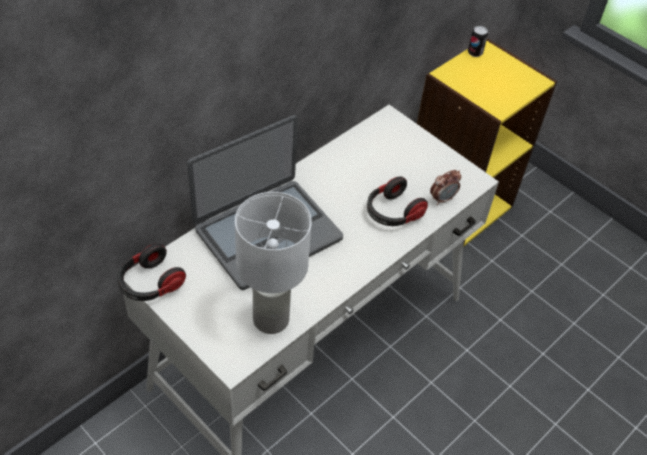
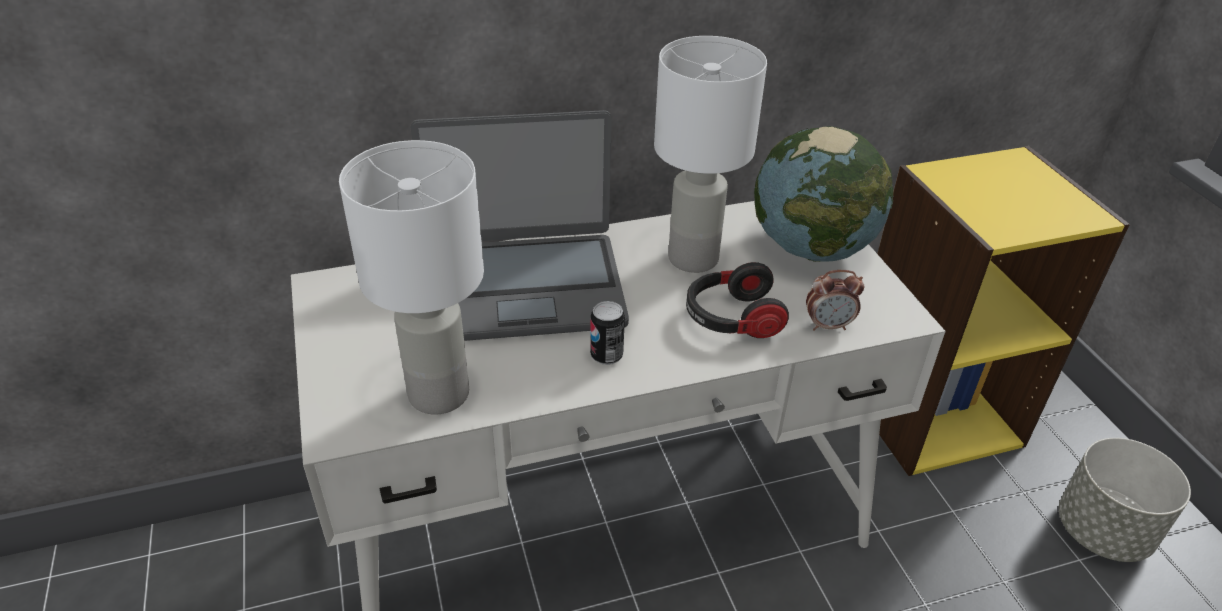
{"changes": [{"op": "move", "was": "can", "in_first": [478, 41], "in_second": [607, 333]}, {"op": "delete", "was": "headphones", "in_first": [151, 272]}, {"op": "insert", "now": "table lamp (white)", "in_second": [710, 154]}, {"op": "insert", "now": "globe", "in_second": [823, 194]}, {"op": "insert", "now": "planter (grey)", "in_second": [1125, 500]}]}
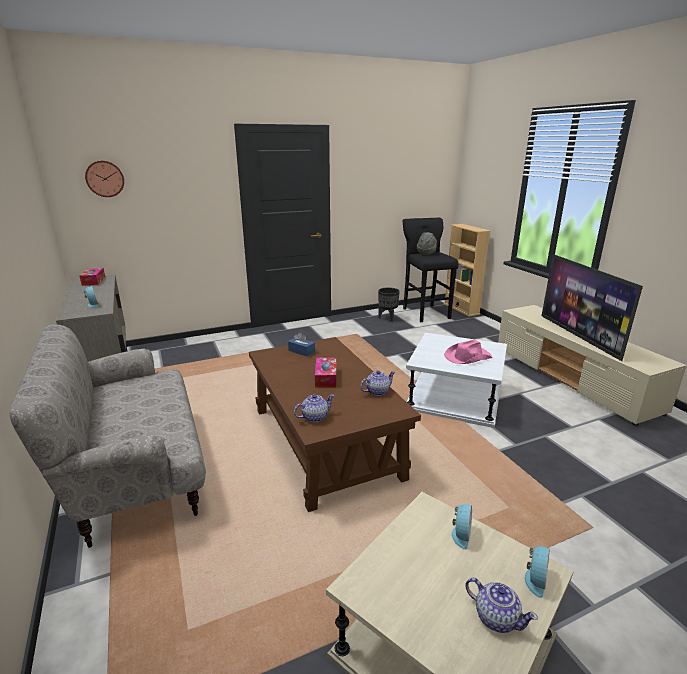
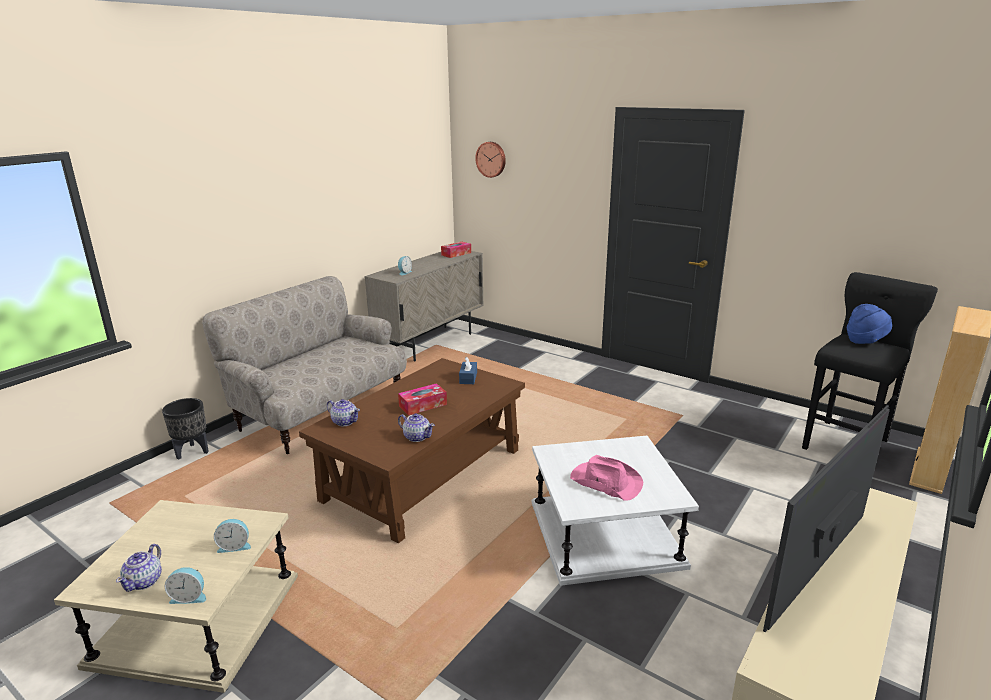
{"changes": [{"op": "recolor", "was": "hat (grey)", "now": "hat (blue)", "in_first": [427, 243], "in_second": [869, 324]}, {"op": "move", "was": "planter (black)", "in_first": [389, 305], "in_second": [185, 429]}]}
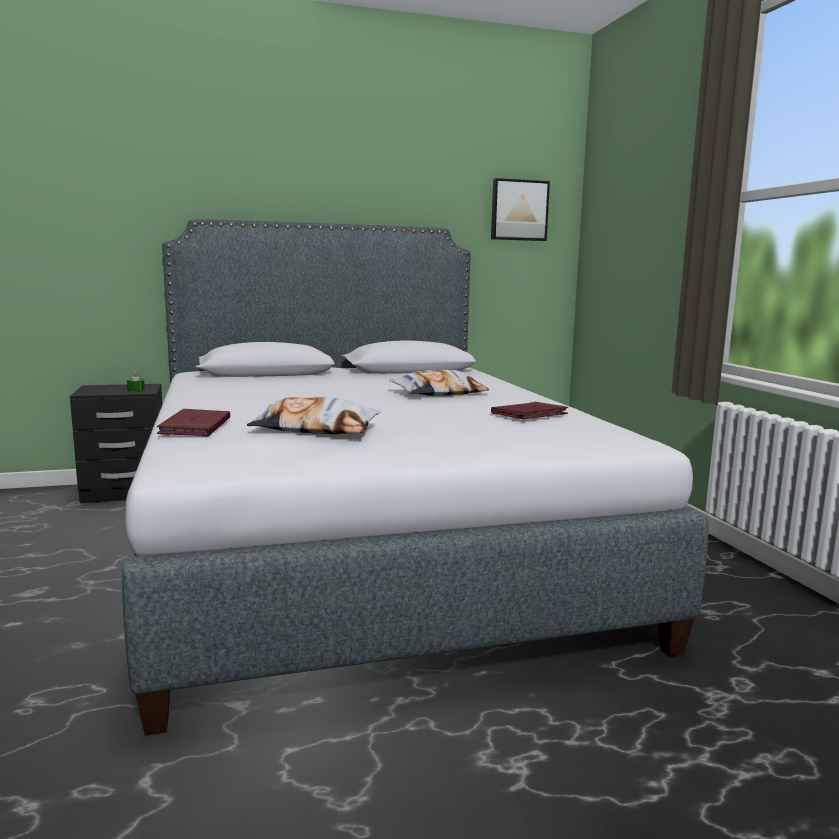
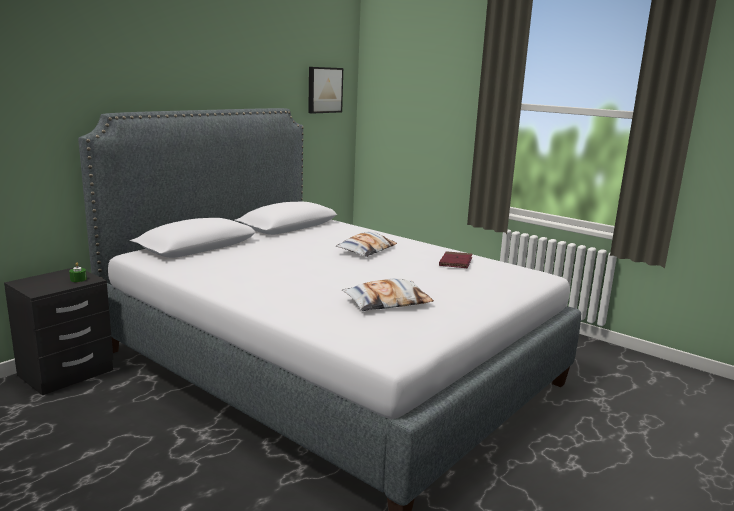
{"changes": [{"op": "delete", "was": "book (red)", "in_first": [193, 422]}]}
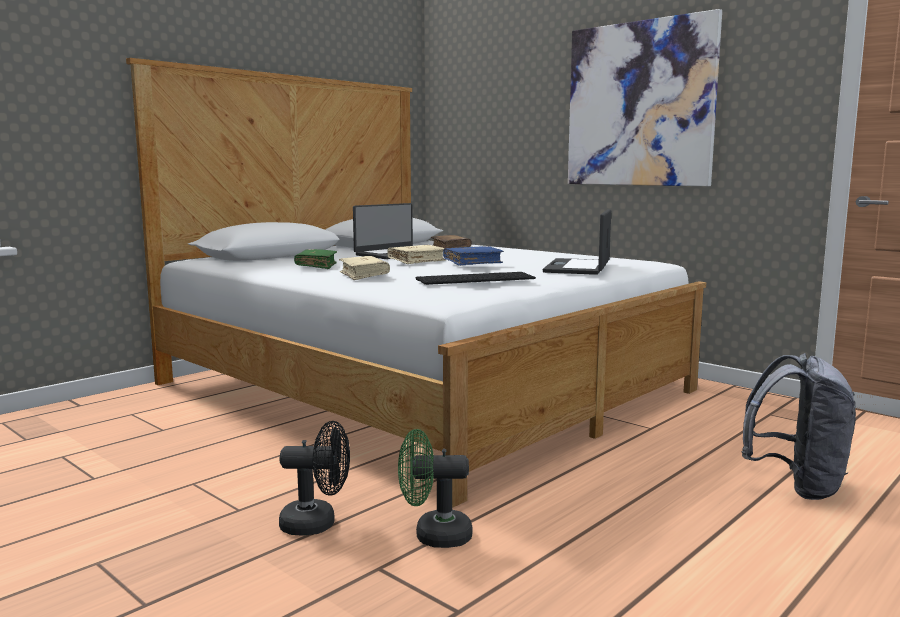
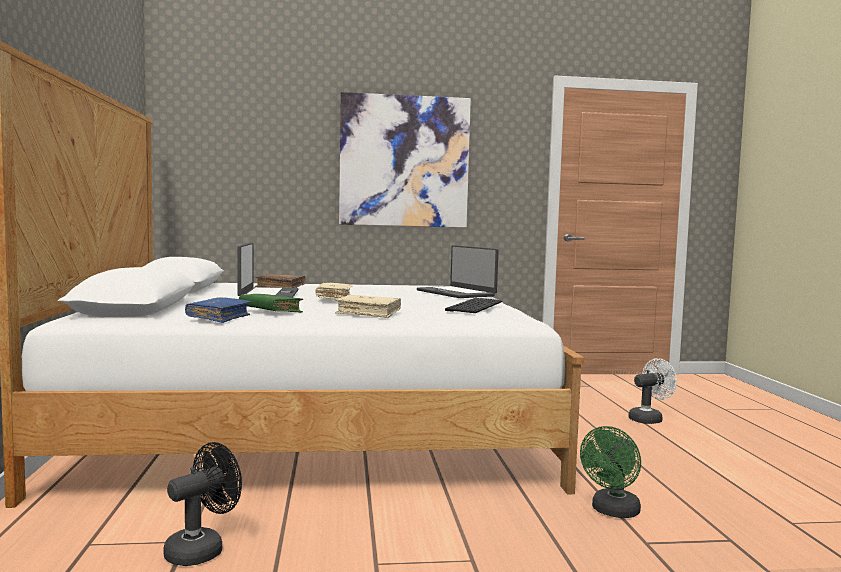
{"changes": [{"op": "move", "was": "book (blue)", "in_first": [473, 256], "in_second": [218, 310]}, {"op": "replace", "was": "backpack (grey)", "now": "fan (white)", "in_first": [799, 426], "in_second": [652, 391]}, {"op": "move", "was": "fan (black)", "in_first": [314, 478], "in_second": [203, 504]}]}
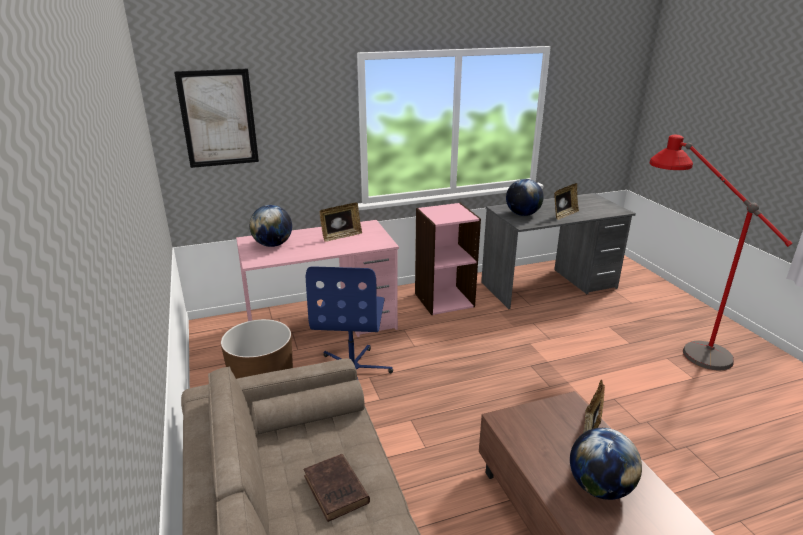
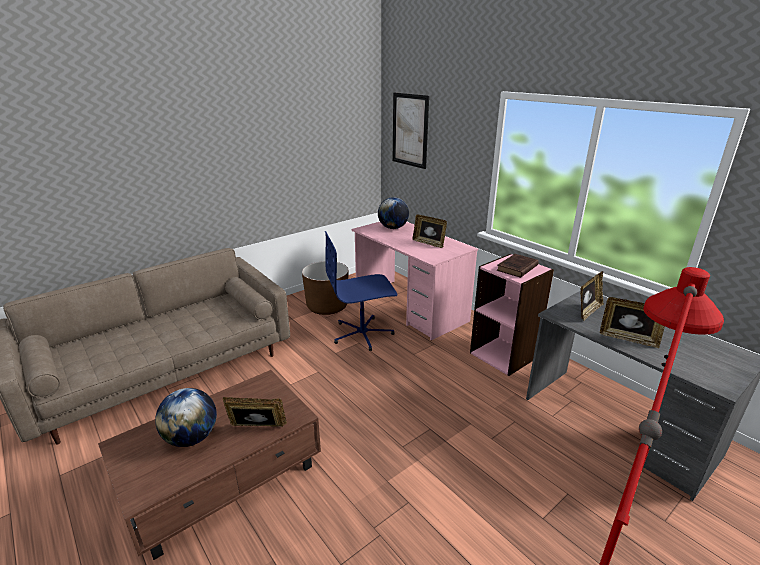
{"changes": [{"op": "replace", "was": "globe", "now": "picture frame", "in_first": [525, 197], "in_second": [592, 296]}, {"op": "move", "was": "book (brown)", "in_first": [336, 488], "in_second": [518, 266]}]}
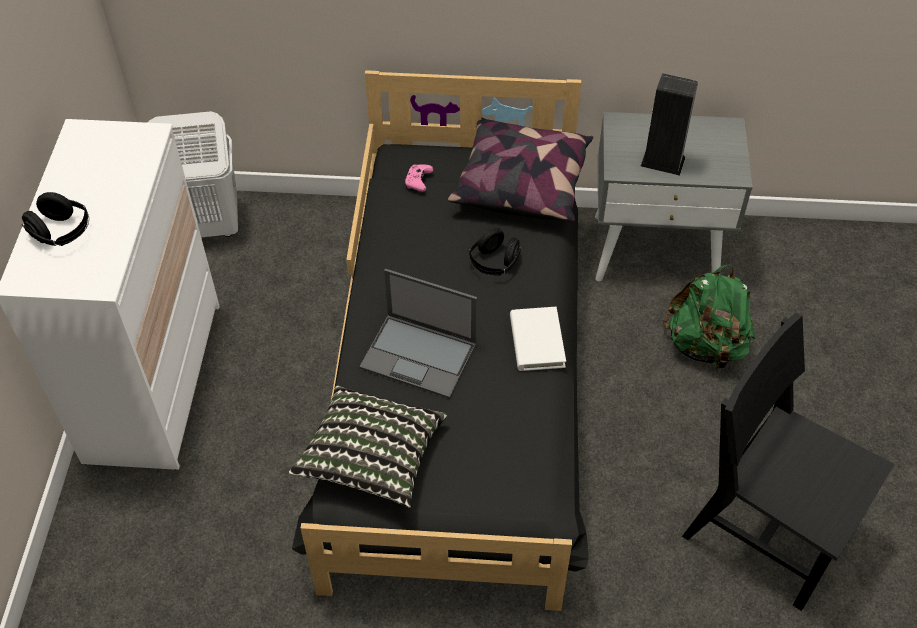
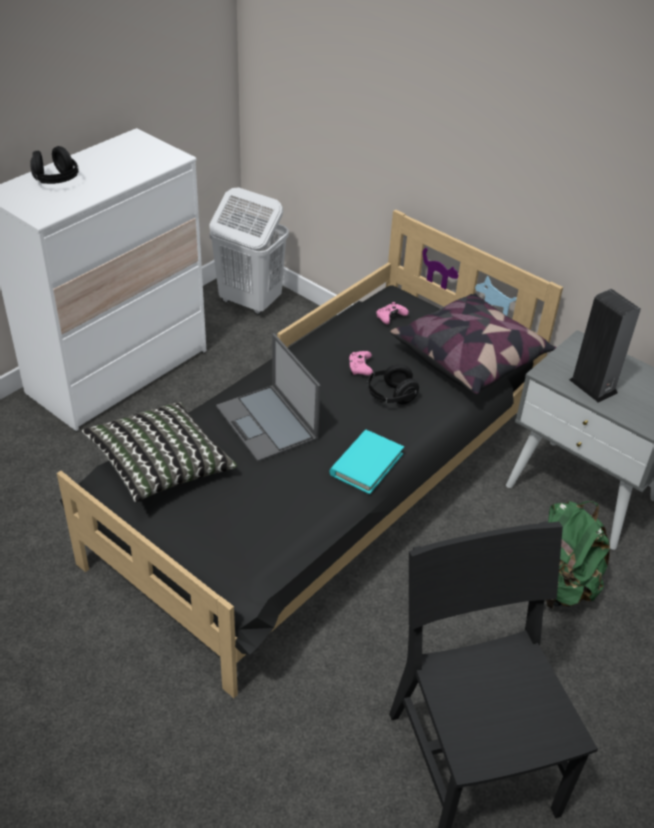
{"changes": [{"op": "recolor", "was": "book (white)", "now": "book (turquoise)", "in_first": [538, 339], "in_second": [367, 462]}, {"op": "insert", "now": "game controller (pink)", "in_second": [360, 363]}]}
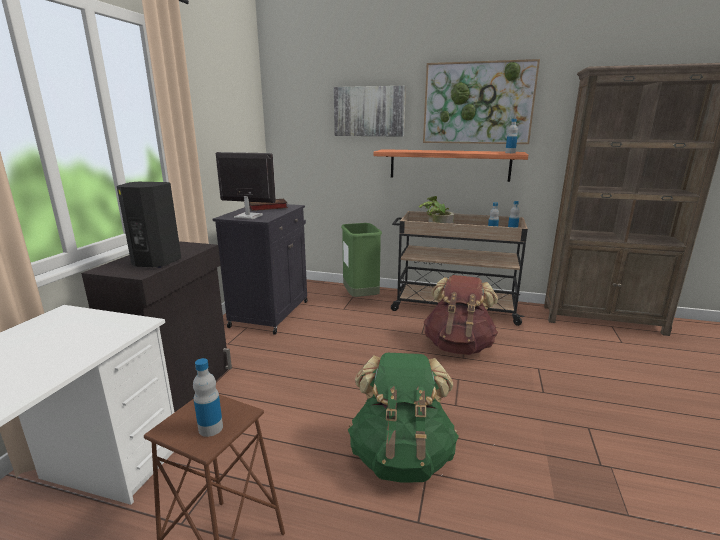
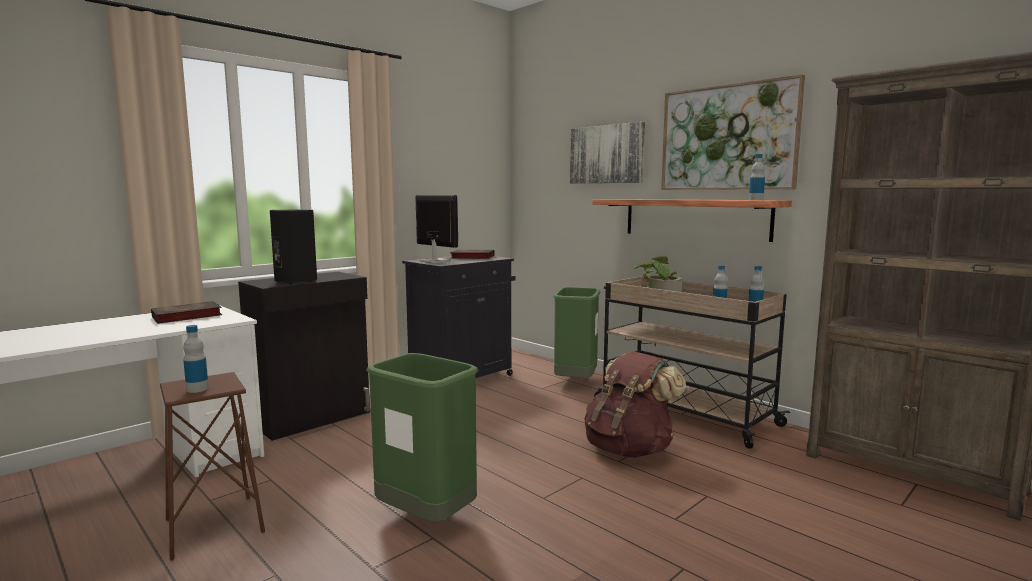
{"changes": [{"op": "replace", "was": "backpack (green)", "now": "trash can (green)", "in_first": [403, 418], "in_second": [422, 437]}, {"op": "insert", "now": "book", "in_second": [186, 312]}]}
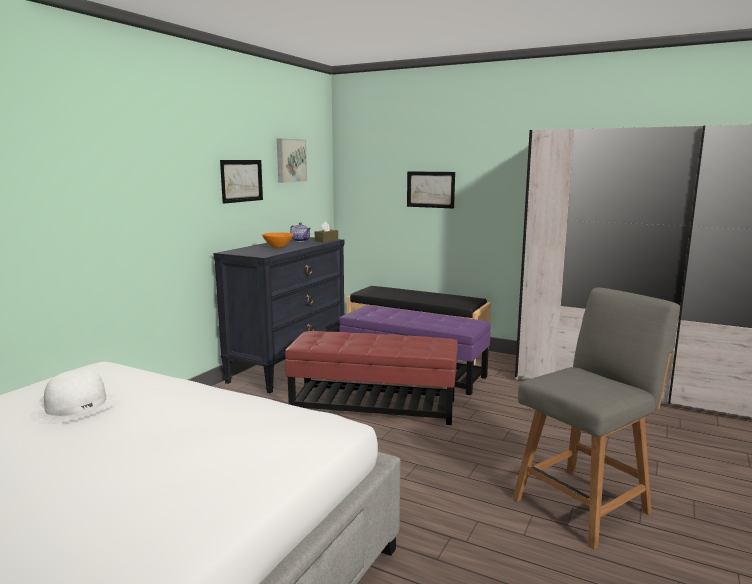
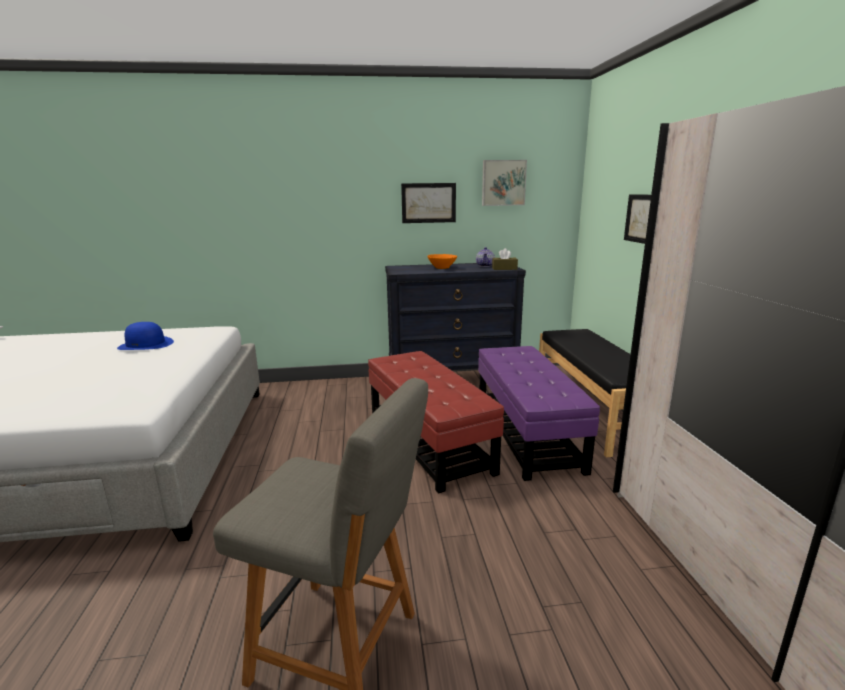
{"changes": [{"op": "recolor", "was": "hat (white)", "now": "hat (blue)", "in_first": [75, 396], "in_second": [145, 336]}]}
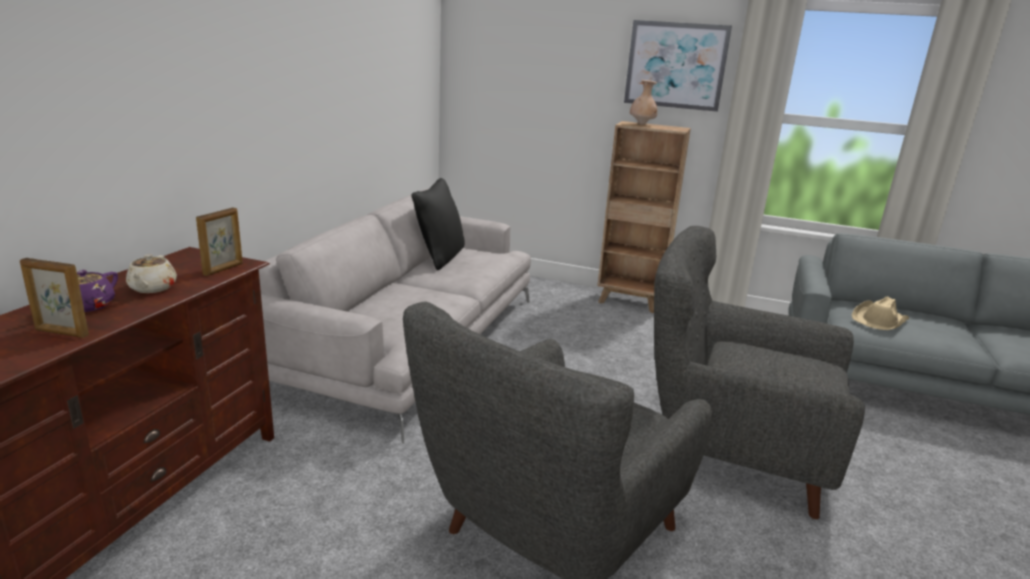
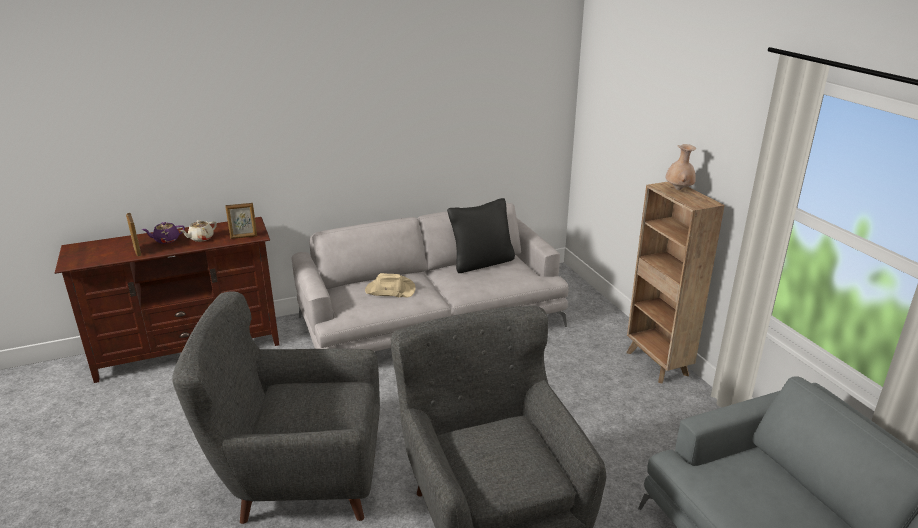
{"changes": [{"op": "delete", "was": "picture", "in_first": [678, 66]}, {"op": "move", "was": "hat (beige)", "in_first": [880, 313], "in_second": [390, 285]}]}
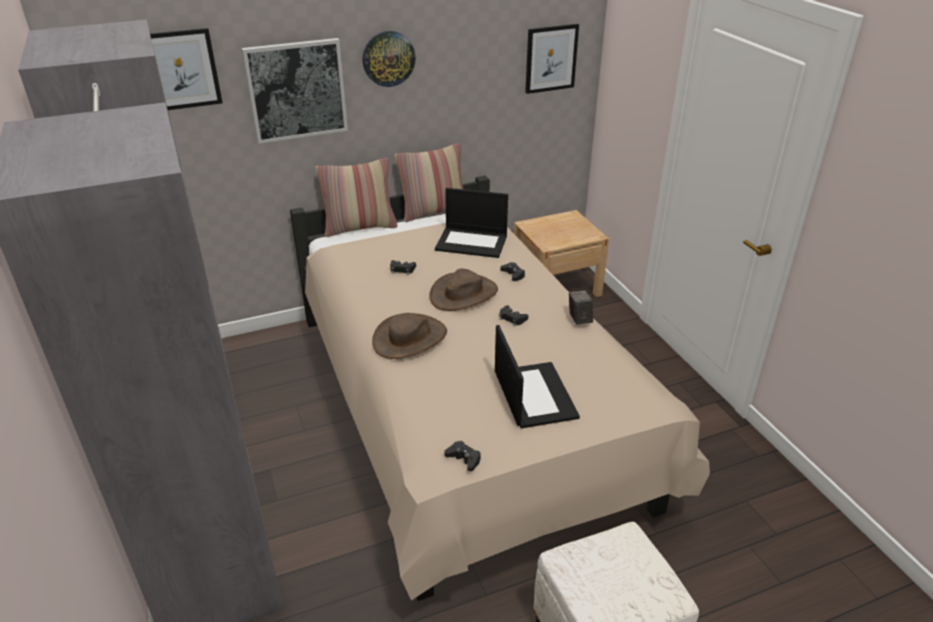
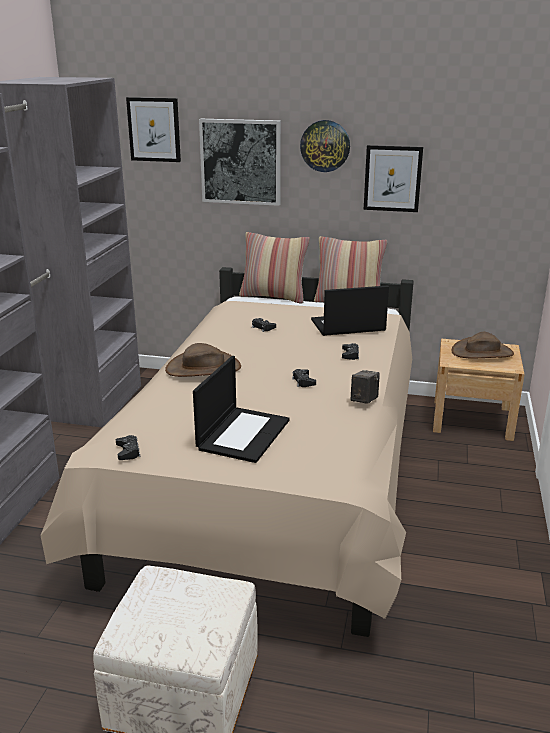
{"changes": [{"op": "move", "was": "picture", "in_first": [552, 59], "in_second": [393, 178]}, {"op": "rotate", "was": "laptop", "in_first": [471, 223], "in_second": [350, 310], "clockwise": 120}, {"op": "move", "was": "hat (brown)", "in_first": [463, 289], "in_second": [482, 345]}]}
